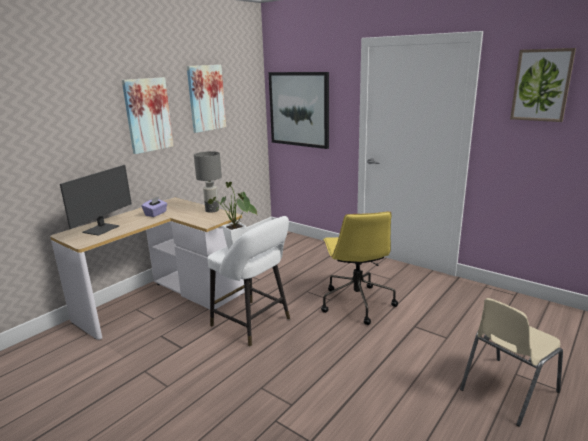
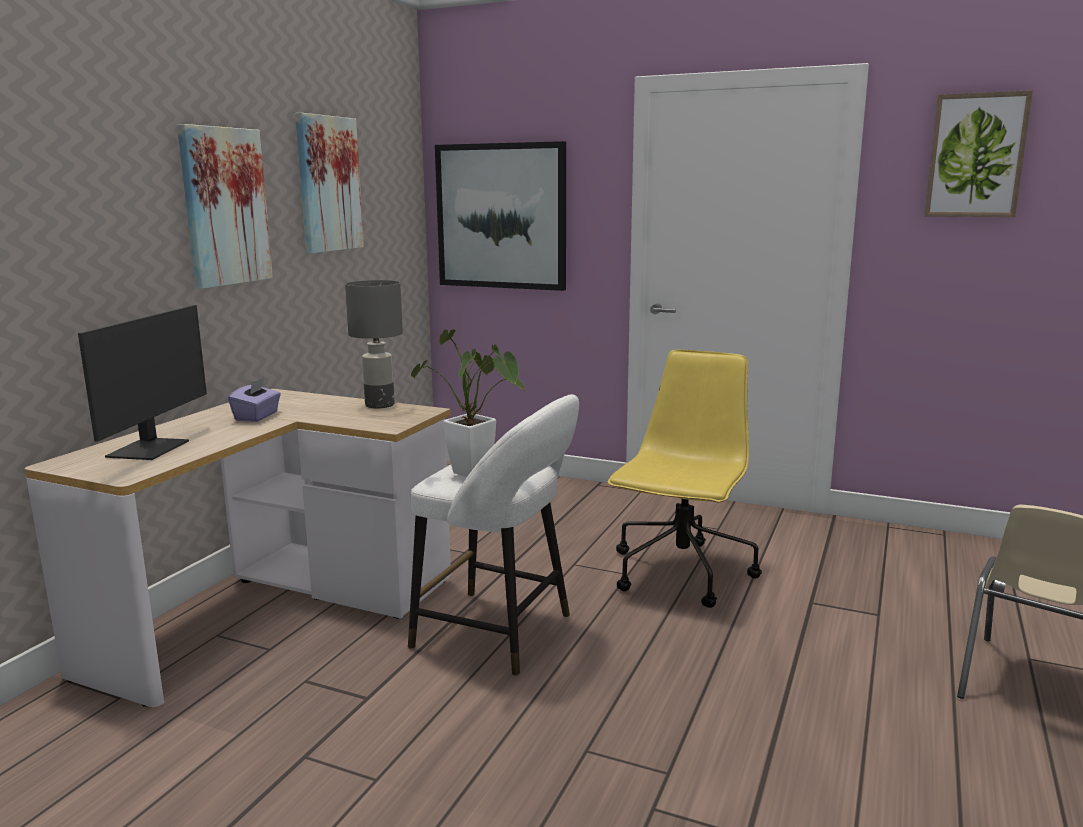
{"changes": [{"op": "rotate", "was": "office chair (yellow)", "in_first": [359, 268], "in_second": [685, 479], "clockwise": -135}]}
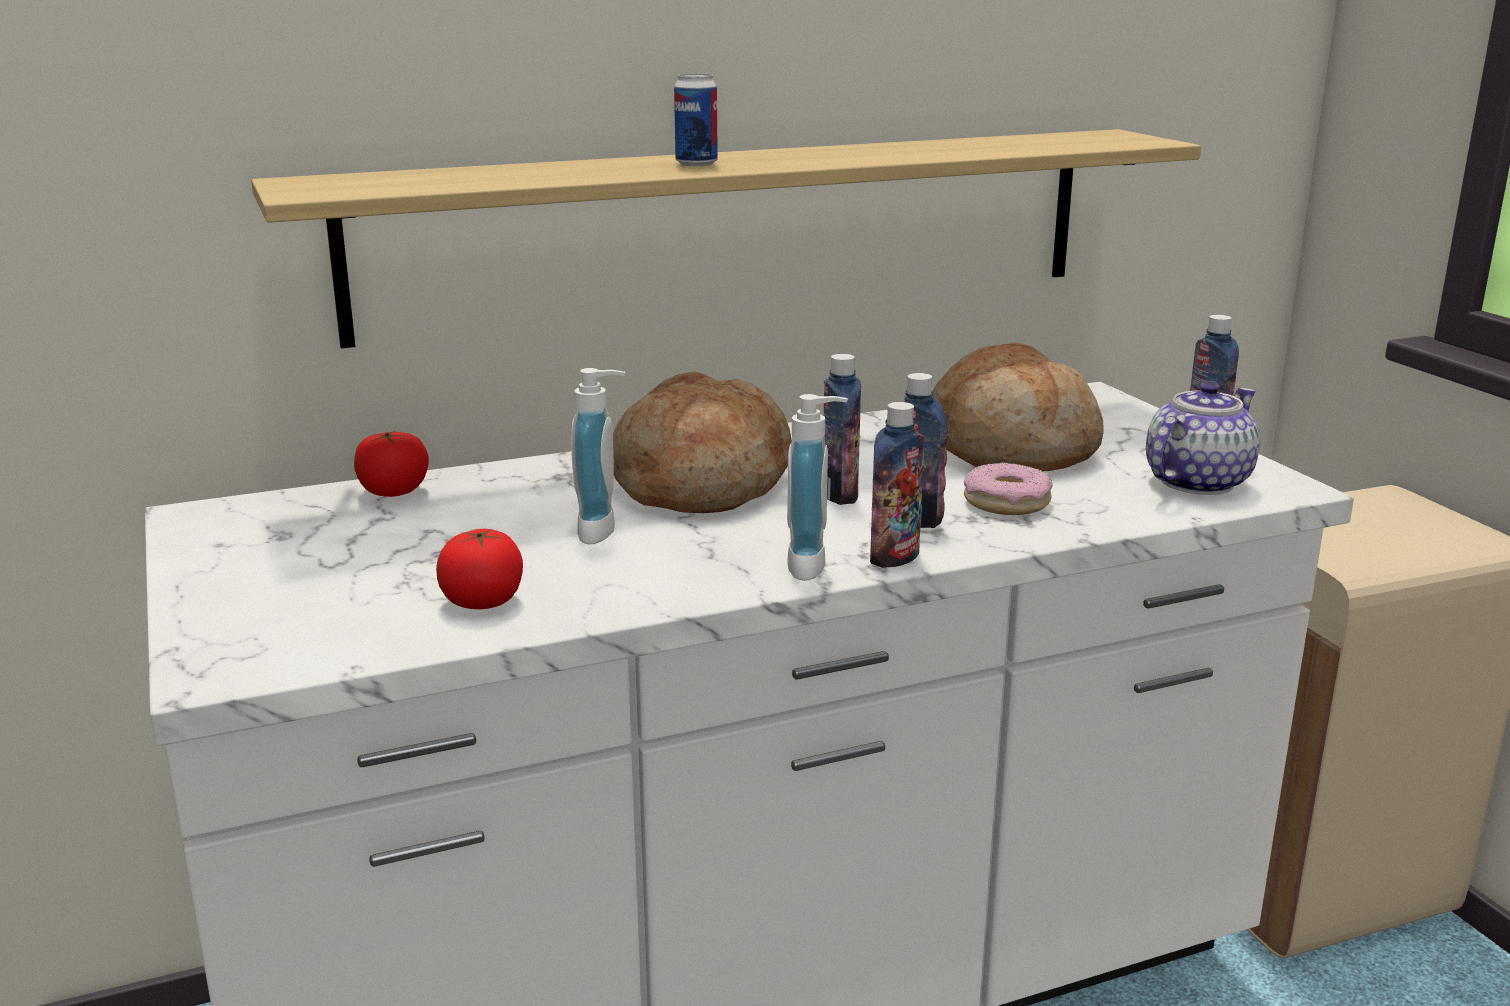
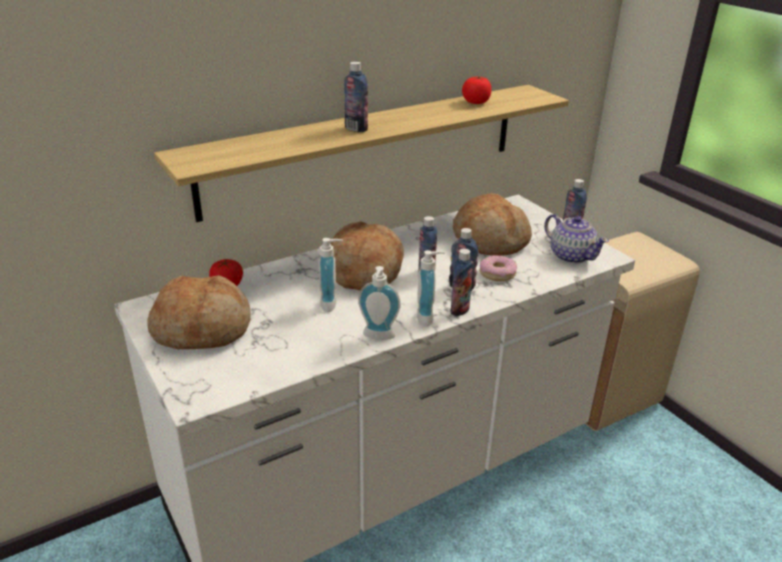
{"changes": [{"op": "replace", "was": "can", "now": "bottle", "in_first": [696, 119], "in_second": [356, 97]}, {"op": "rotate", "was": "teapot", "in_first": [1203, 438], "in_second": [576, 239], "clockwise": 105}, {"op": "move", "was": "tomato", "in_first": [479, 569], "in_second": [476, 90]}, {"op": "insert", "now": "soap dispenser", "in_second": [379, 303]}, {"op": "insert", "now": "bread", "in_second": [199, 312]}]}
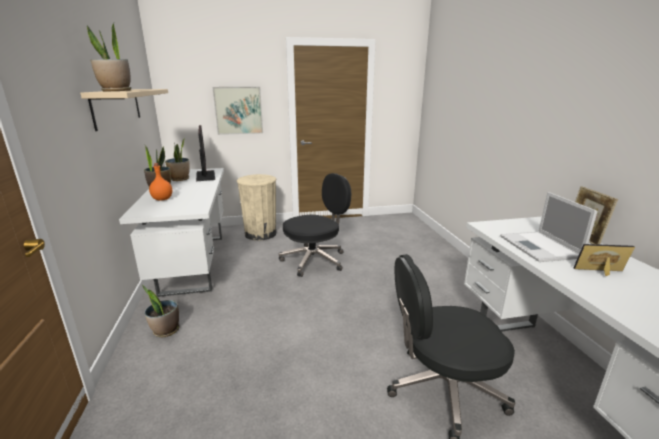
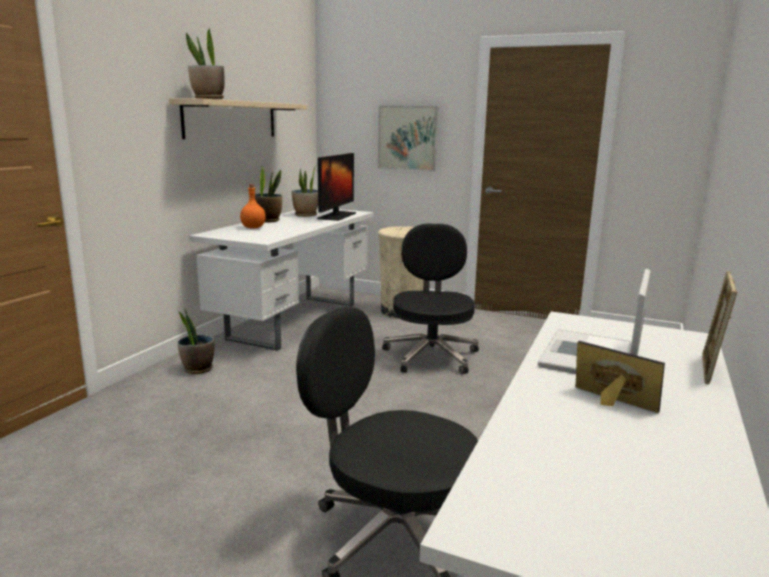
{"changes": [{"op": "rotate", "was": "office chair (black)", "in_first": [315, 225], "in_second": [430, 298], "clockwise": -90}]}
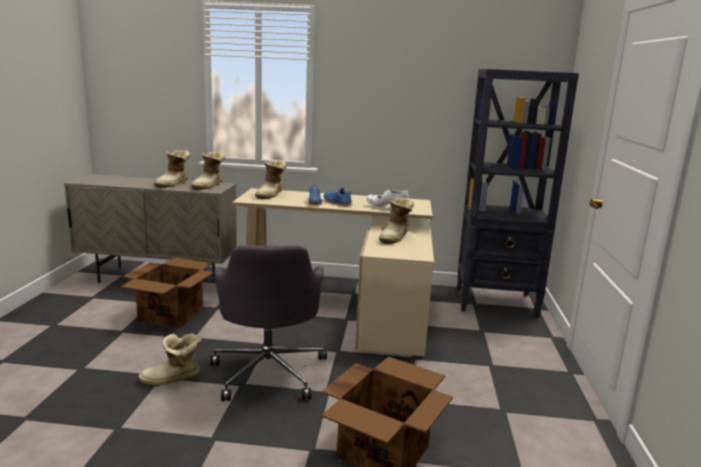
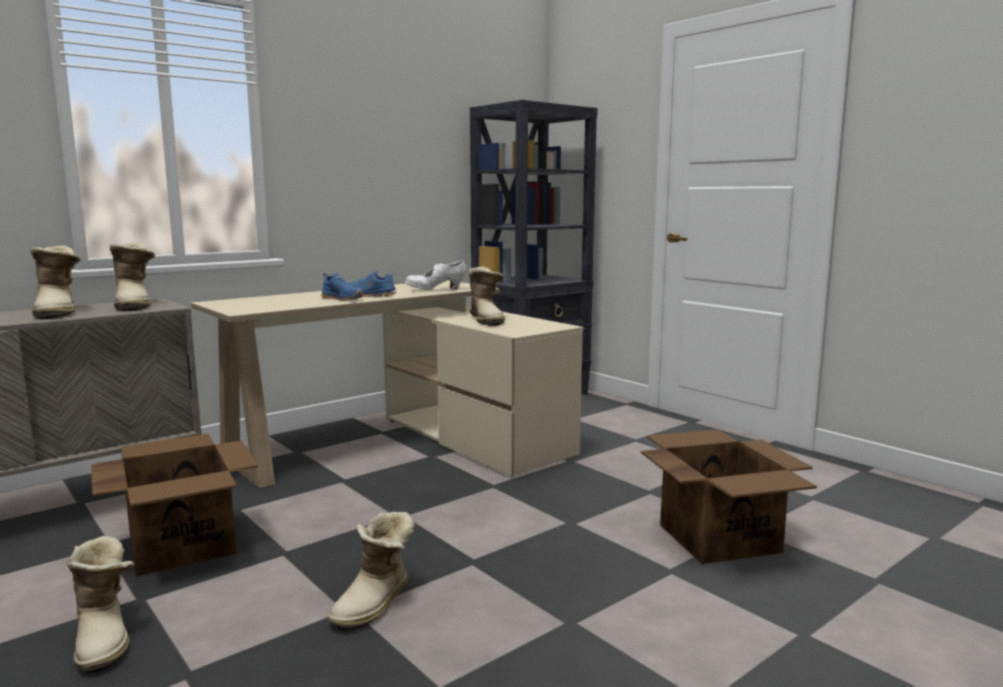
{"changes": [{"op": "move", "was": "boot", "in_first": [271, 179], "in_second": [100, 604]}, {"op": "delete", "was": "office chair (grey)", "in_first": [268, 323]}]}
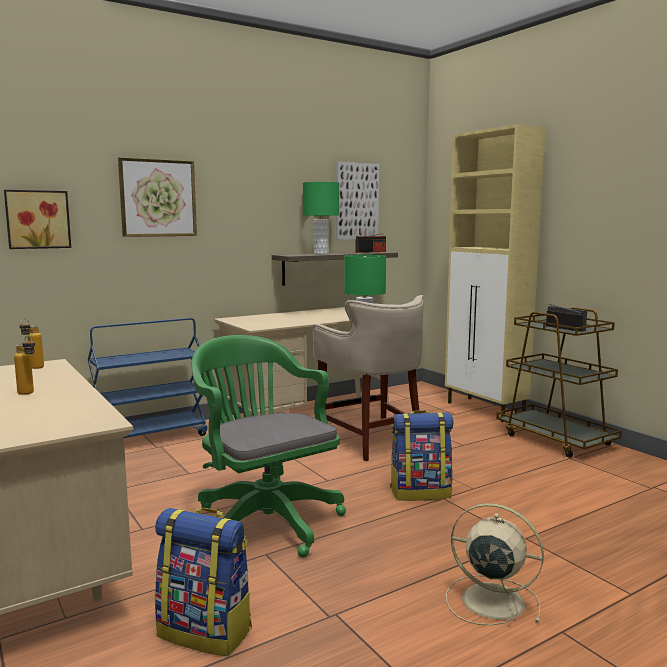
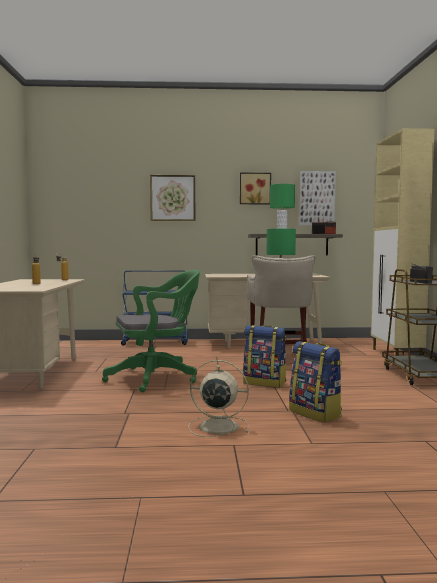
{"changes": [{"op": "move", "was": "picture", "in_first": [37, 219], "in_second": [255, 188]}, {"op": "rotate", "was": "office chair (green)", "in_first": [269, 446], "in_second": [151, 331], "clockwise": 75}, {"op": "rotate", "was": "fan (beige)", "in_first": [495, 564], "in_second": [218, 398], "clockwise": -45}, {"op": "move", "was": "backpack", "in_first": [203, 582], "in_second": [315, 382]}]}
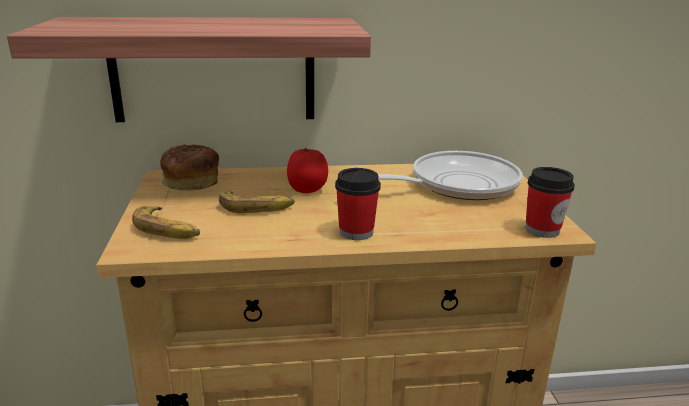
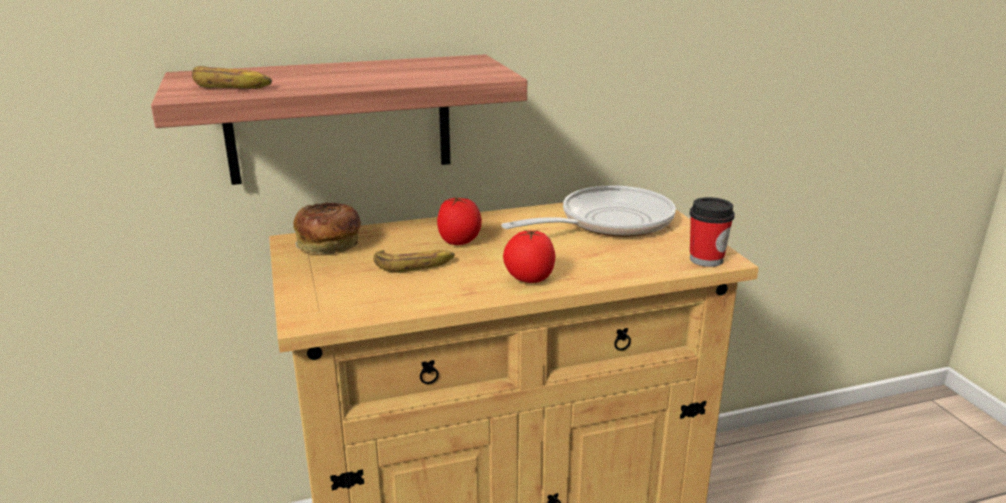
{"changes": [{"op": "replace", "was": "cup", "now": "tomato", "in_first": [358, 204], "in_second": [529, 256]}, {"op": "move", "was": "banana", "in_first": [166, 222], "in_second": [232, 77]}]}
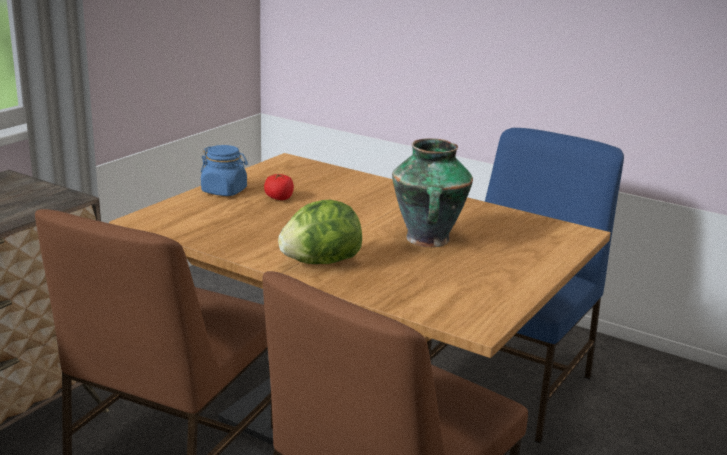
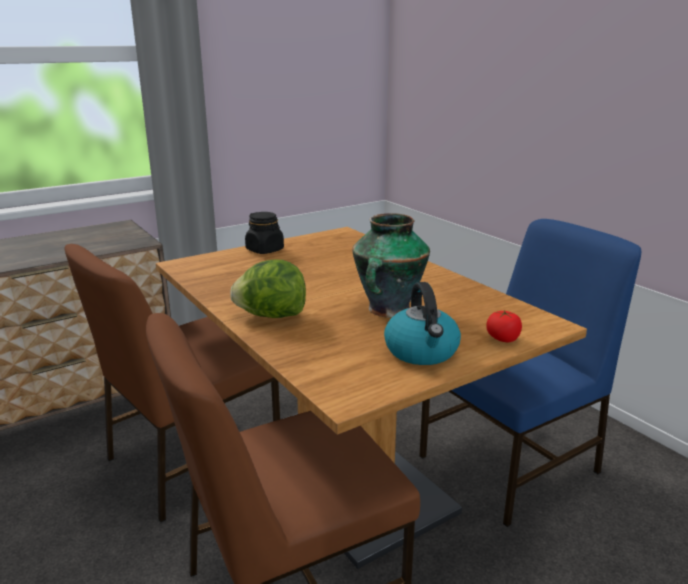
{"changes": [{"op": "recolor", "was": "jar (blue)", "now": "jar (black)", "in_first": [224, 170], "in_second": [264, 233]}, {"op": "move", "was": "tomato", "in_first": [279, 186], "in_second": [504, 326]}, {"op": "insert", "now": "kettle", "in_second": [422, 323]}]}
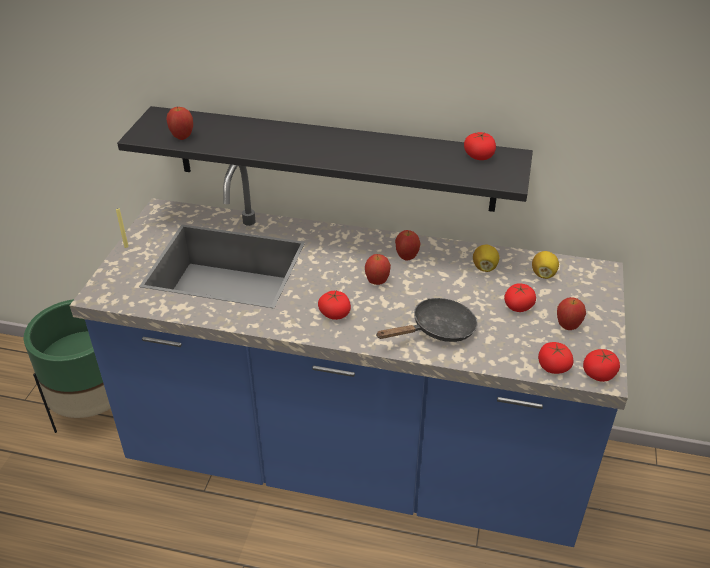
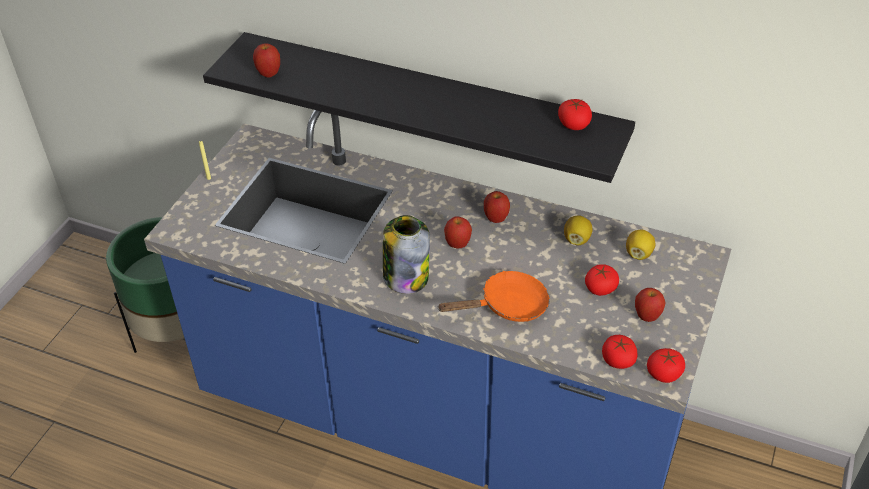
{"changes": [{"op": "replace", "was": "tomato", "now": "jar", "in_first": [334, 305], "in_second": [406, 254]}, {"op": "recolor", "was": "frying pan (black)", "now": "frying pan (orange)", "in_first": [427, 320], "in_second": [493, 296]}]}
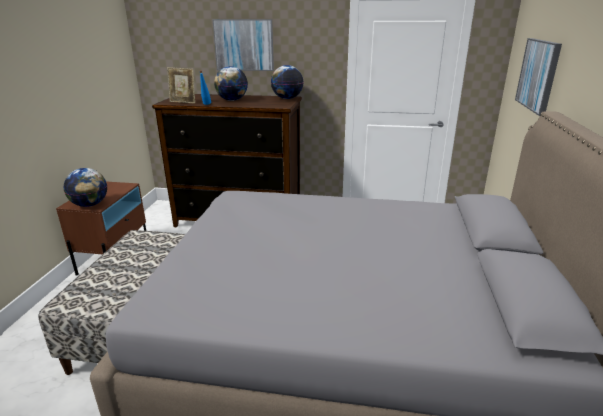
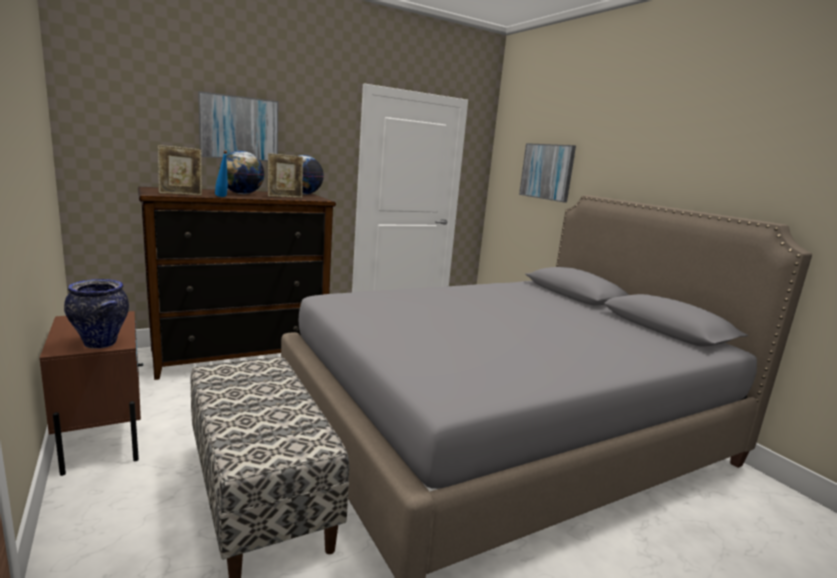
{"changes": [{"op": "replace", "was": "globe", "now": "vase", "in_first": [85, 187], "in_second": [96, 314]}, {"op": "insert", "now": "picture frame", "in_second": [285, 175]}]}
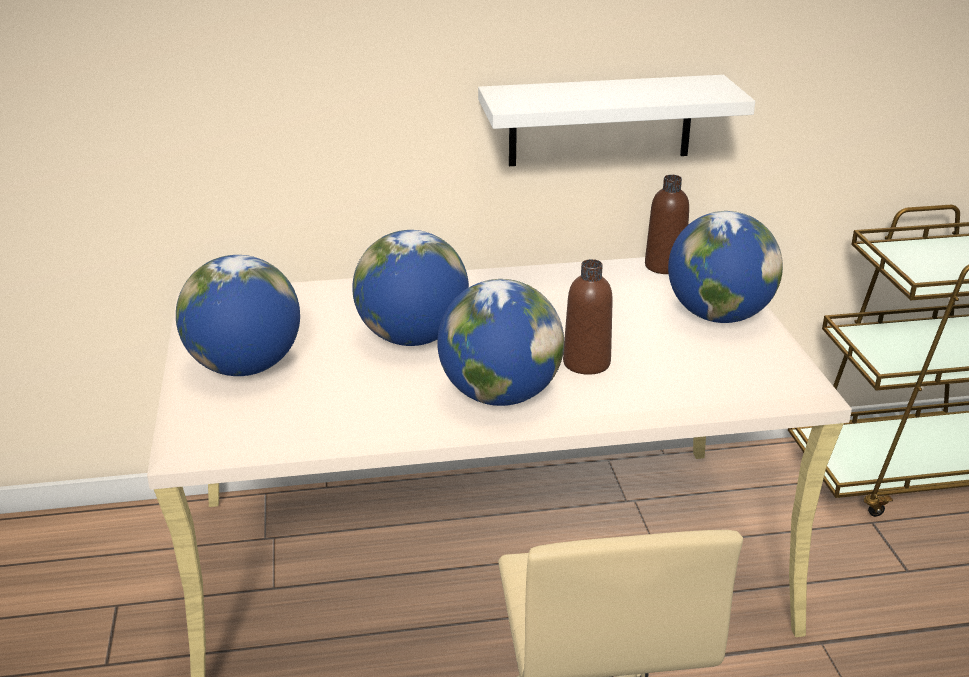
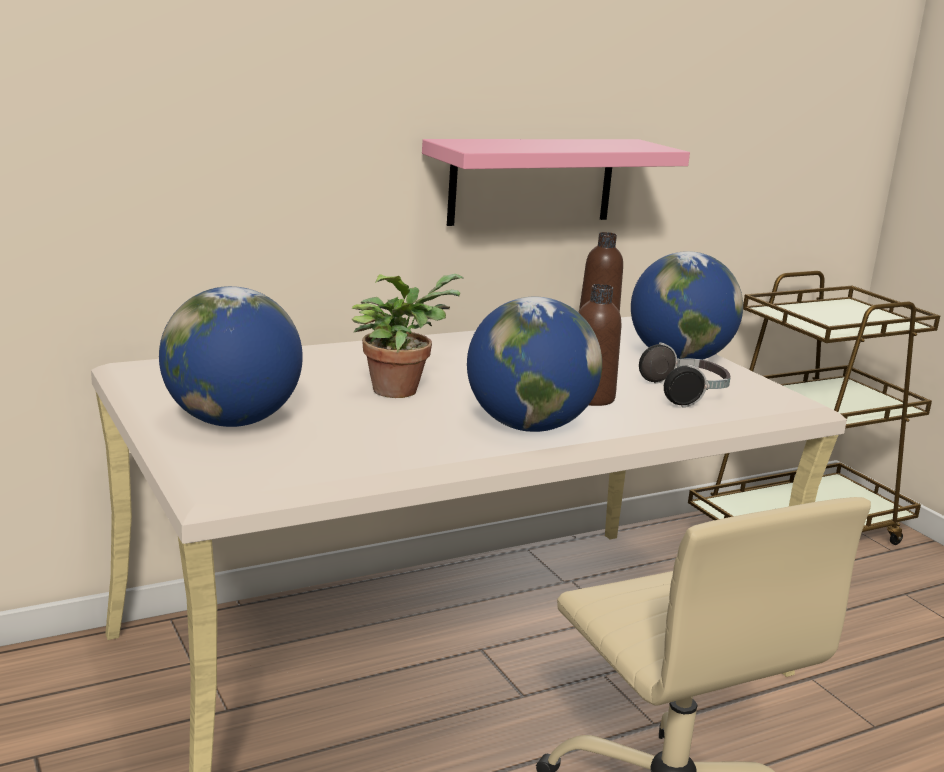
{"changes": [{"op": "recolor", "was": "shelf (white)", "now": "shelf (pink)", "in_first": [616, 120], "in_second": [556, 182]}, {"op": "replace", "was": "globe", "now": "potted plant", "in_first": [410, 288], "in_second": [408, 336]}, {"op": "insert", "now": "headphones", "in_second": [684, 375]}]}
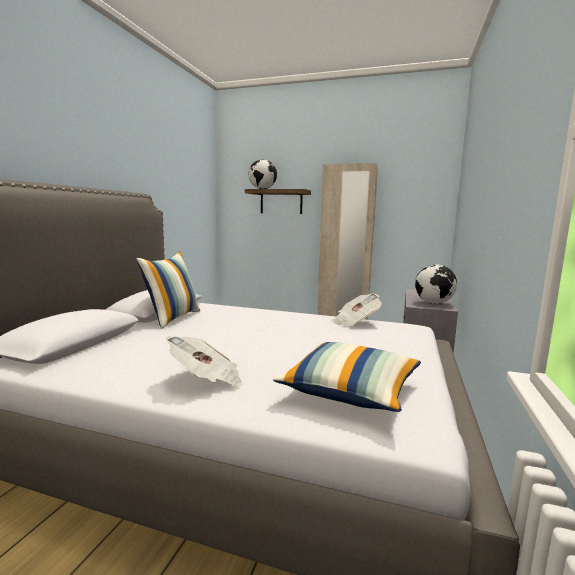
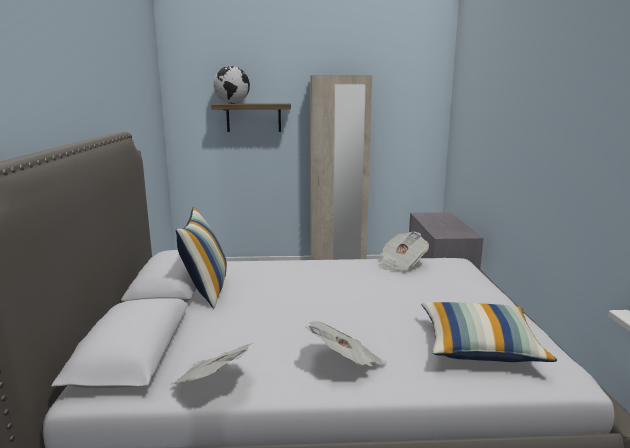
{"changes": [{"op": "delete", "was": "globe", "in_first": [436, 284]}, {"op": "insert", "now": "newspaper", "in_second": [211, 364]}]}
